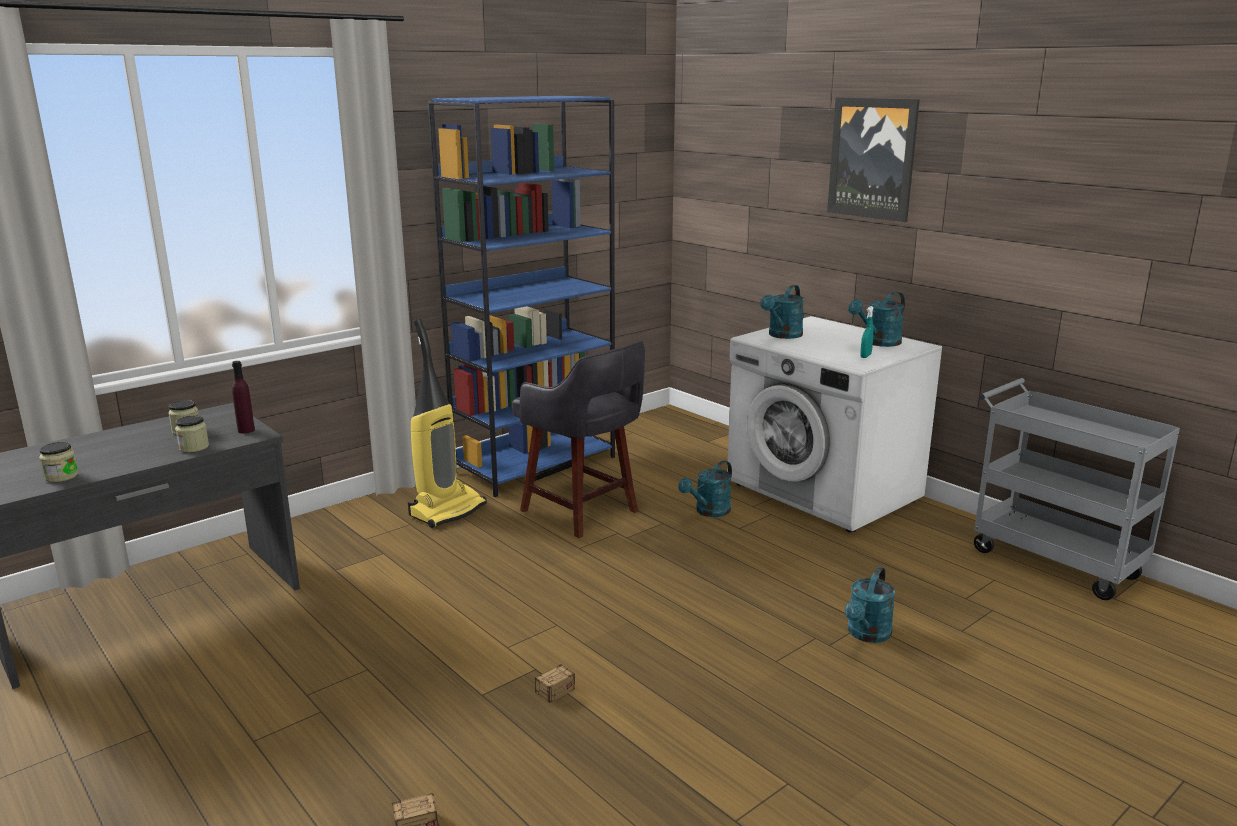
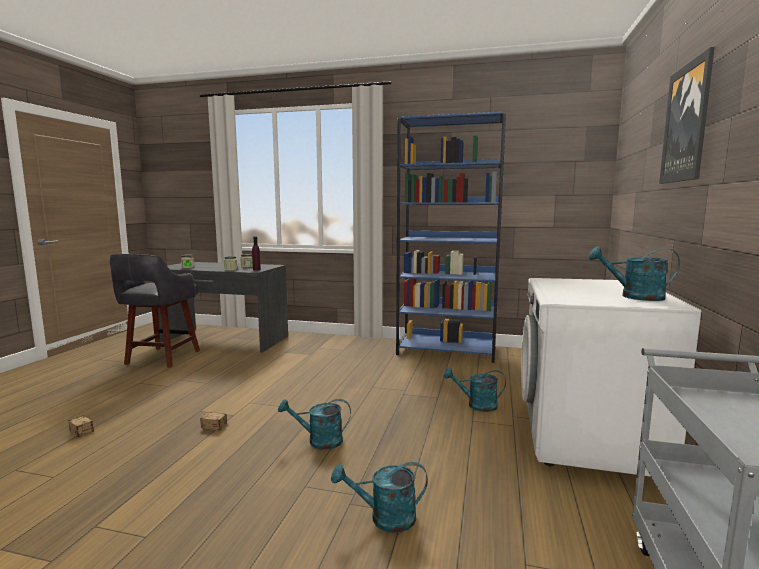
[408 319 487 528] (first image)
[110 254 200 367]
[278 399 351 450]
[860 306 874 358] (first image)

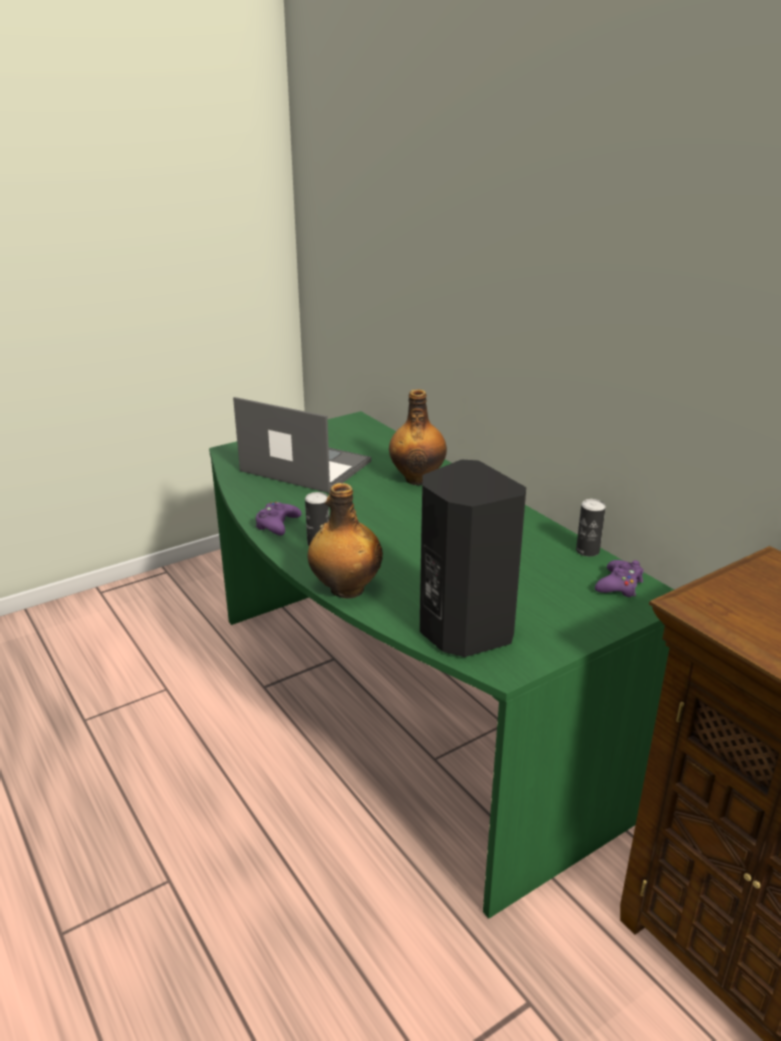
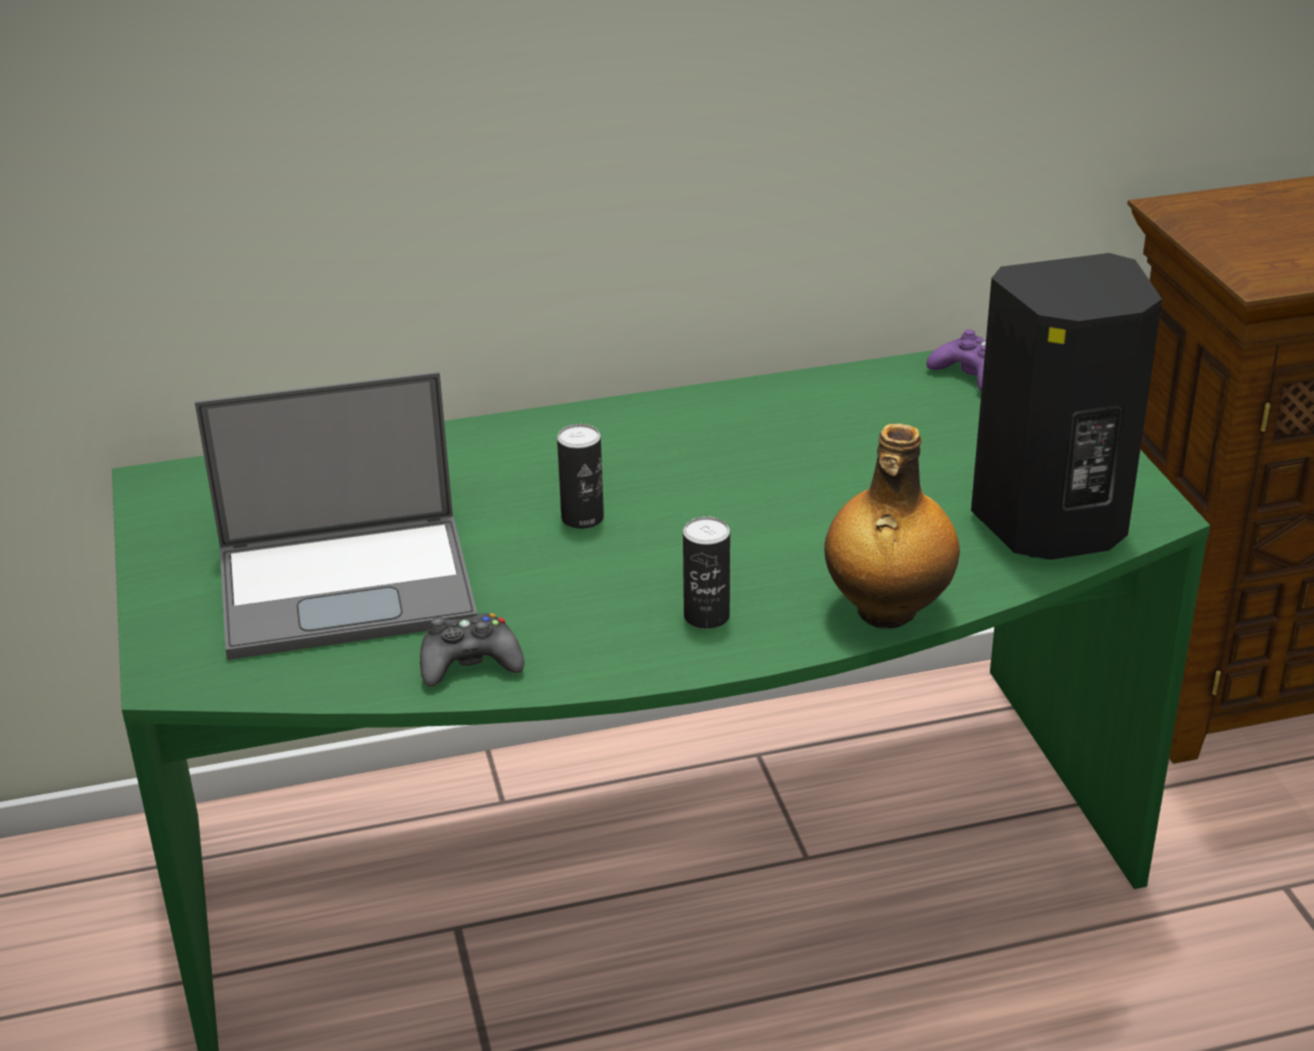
[195 372 478 660]
[256 502 301 535] (first image)
[389 389 447 485] (first image)
[557 424 604 529]
[420 613 524 687]

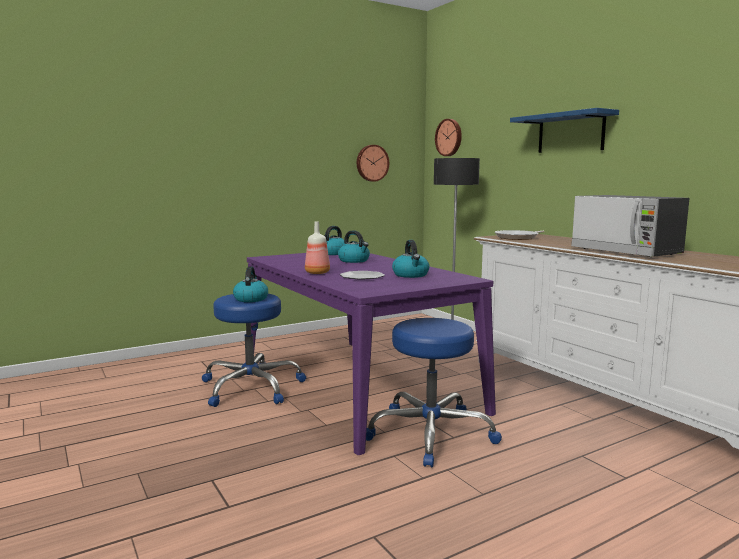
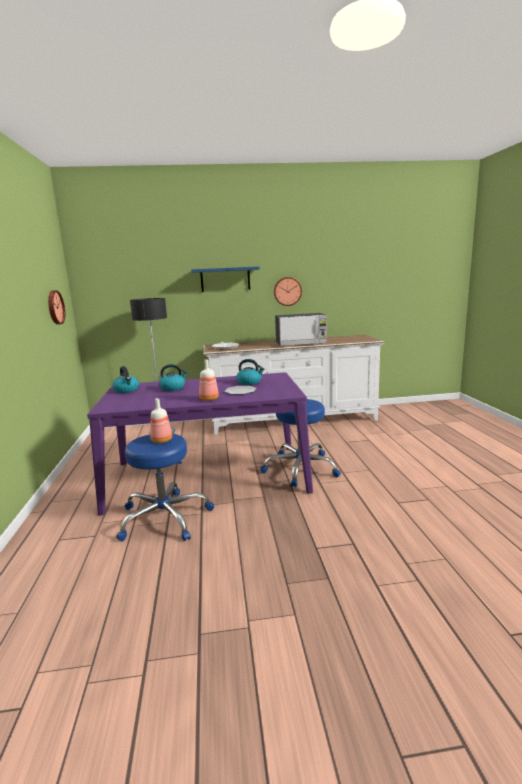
[150 398 172 443]
[274 277 302 306]

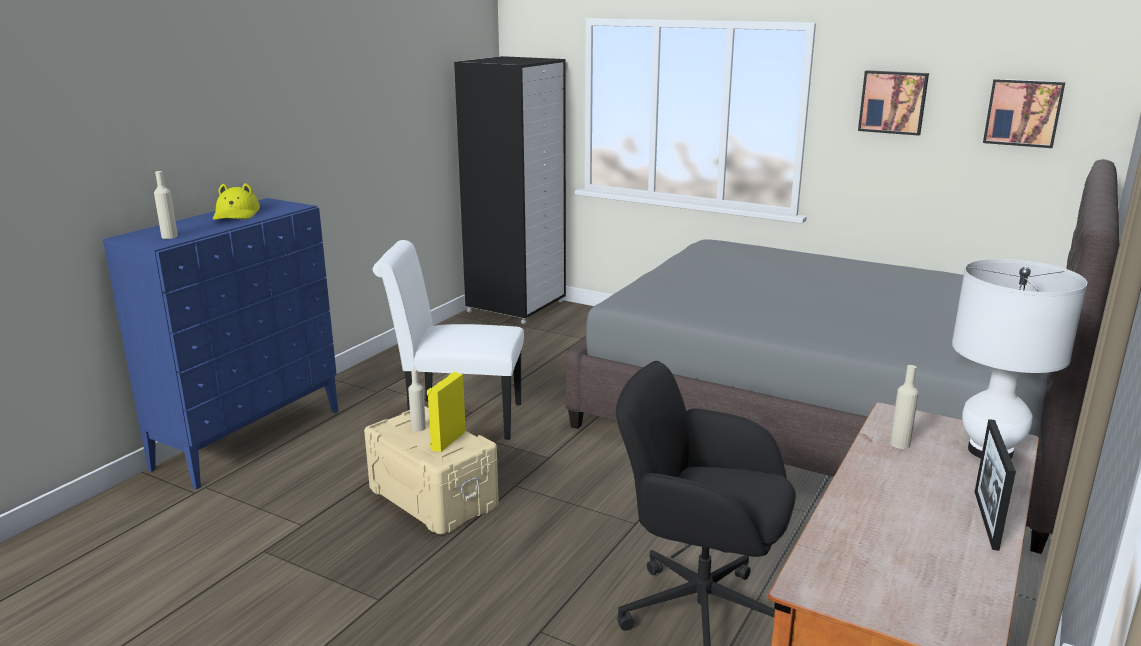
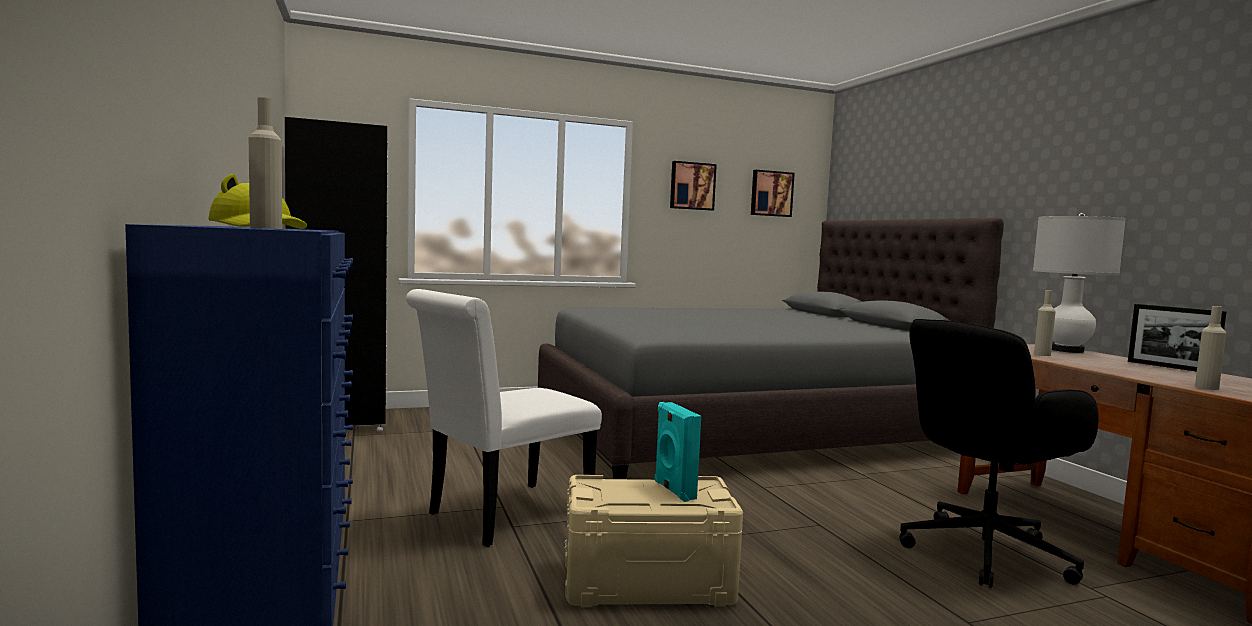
[1195 306 1226 390]
[654 402 701 502]

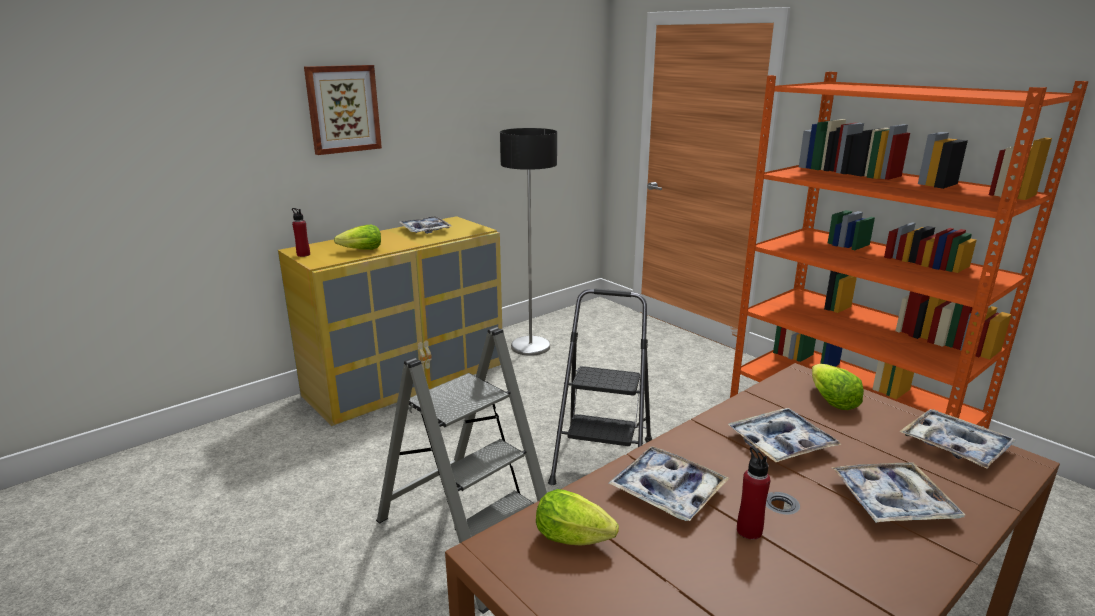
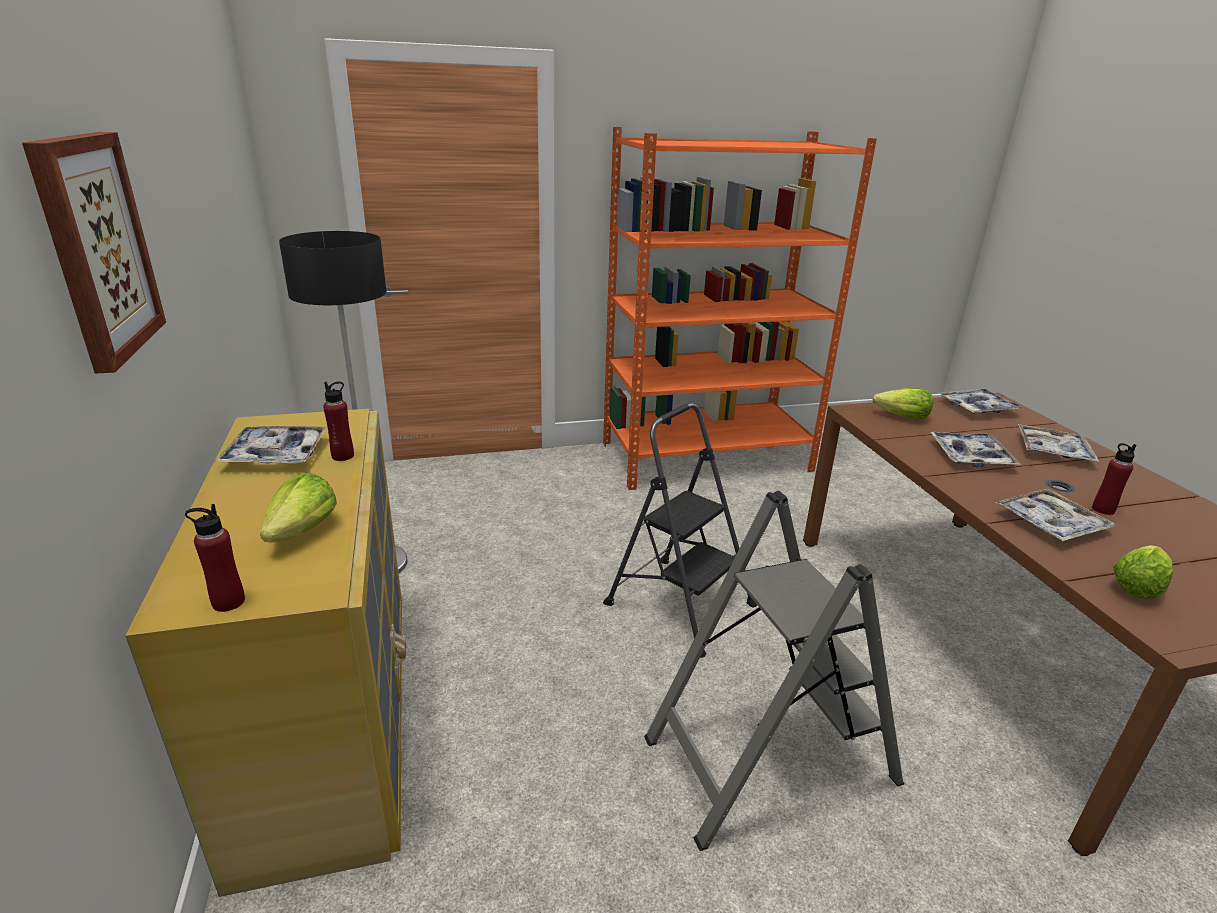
[323 382 354 461]

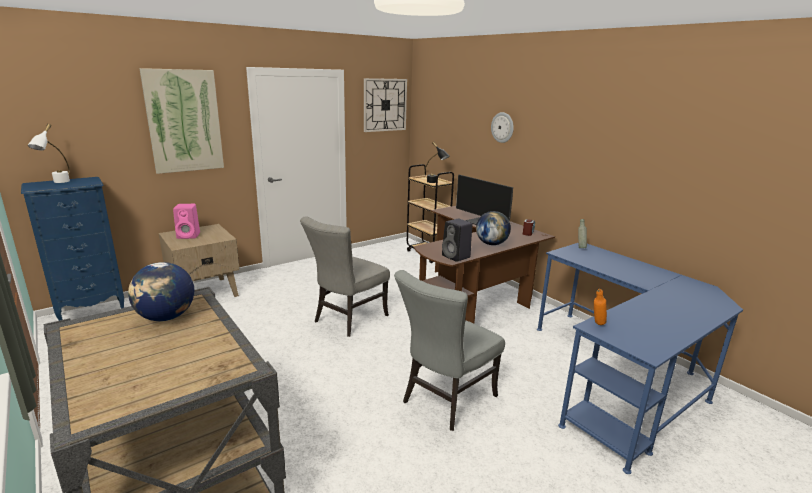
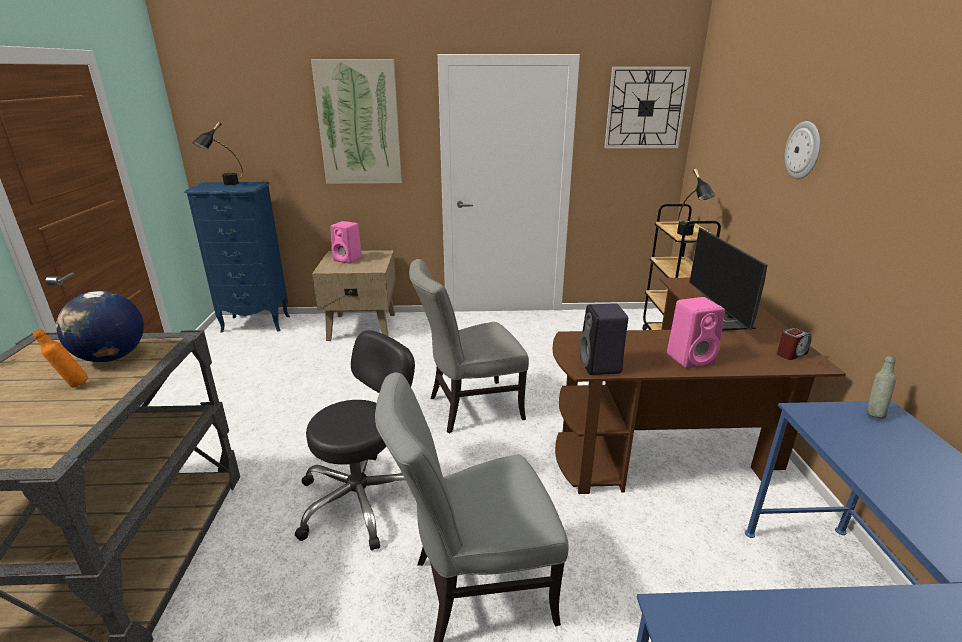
[193 122 243 185]
[667 297 725 368]
[33 329 88 388]
[295 330 415 550]

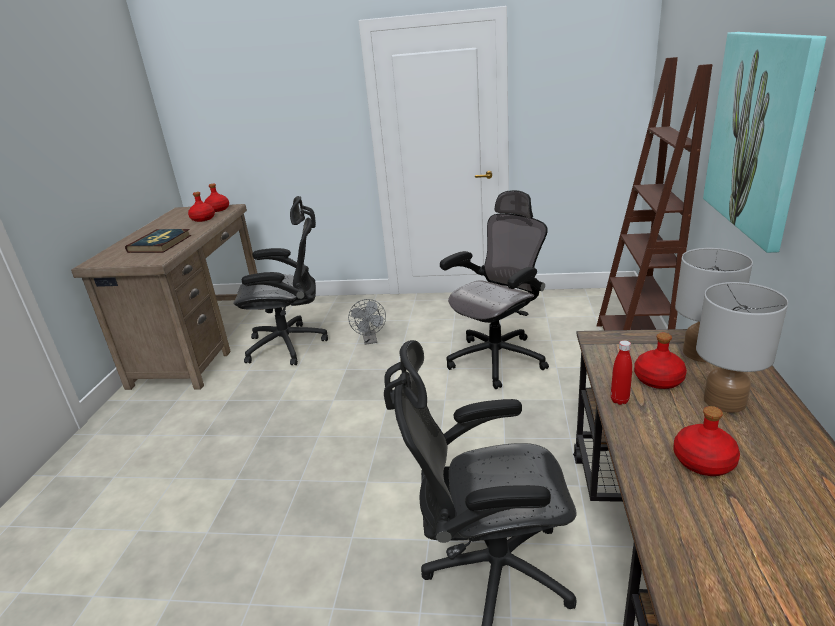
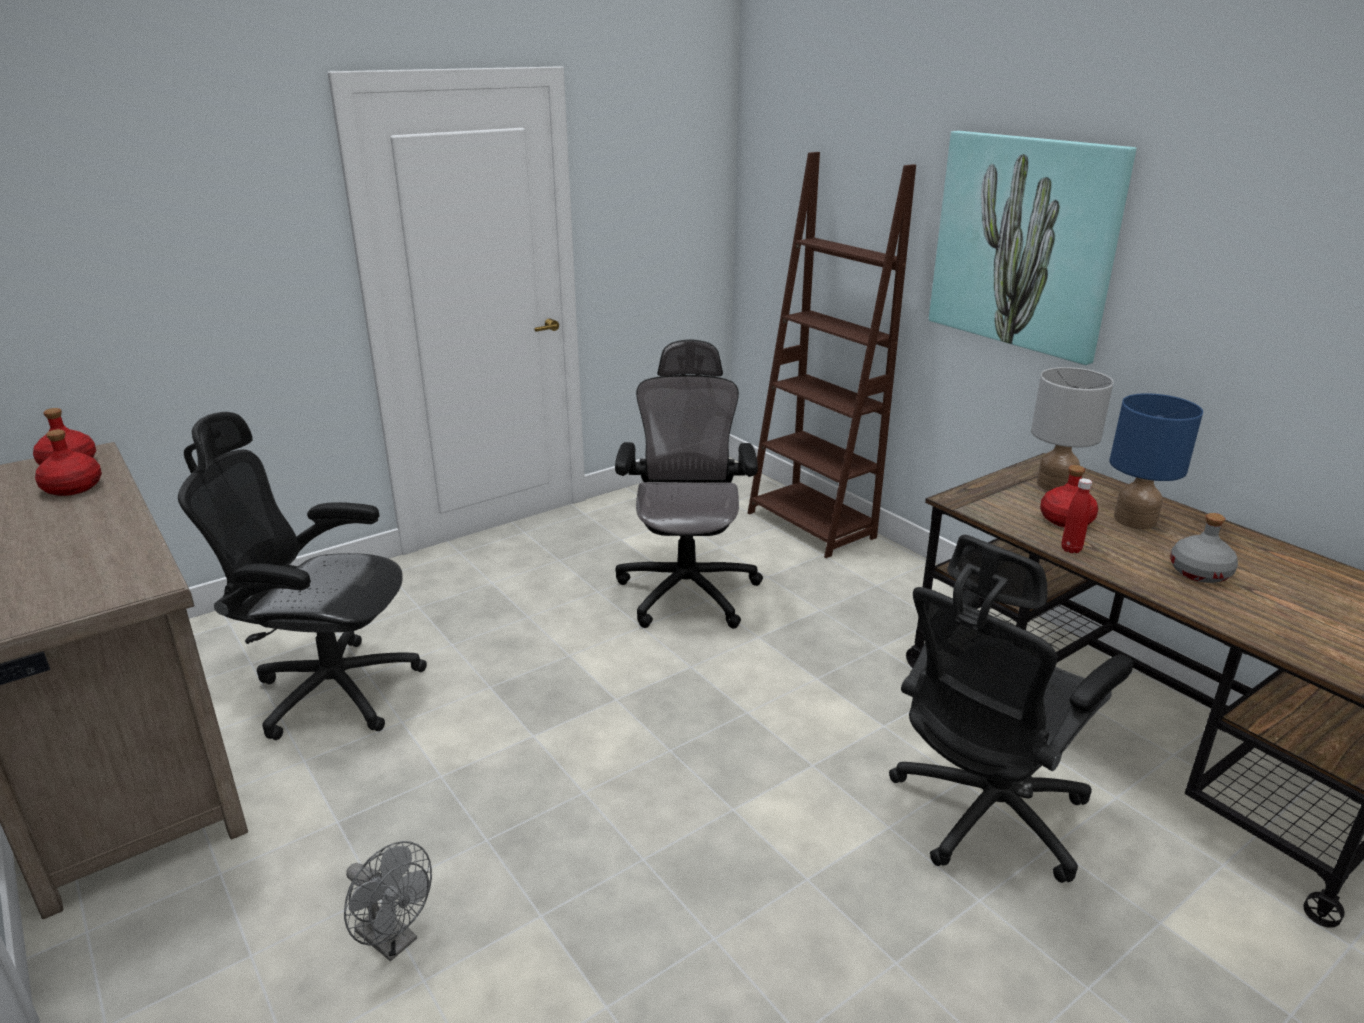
[125 229 191 253] (first image)
[178 412 427 740]
[344 841 432 961]
[1170 513 1238 583]
[1109 393 1203 529]

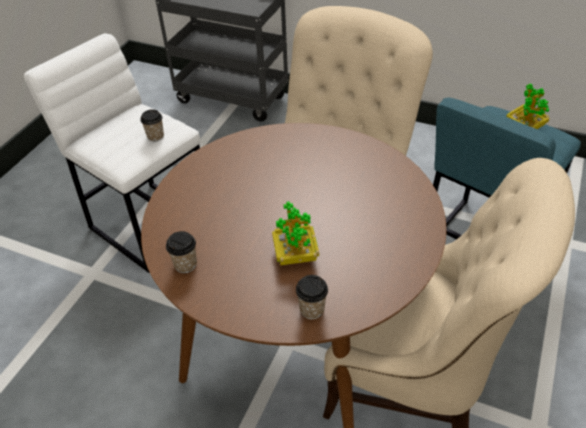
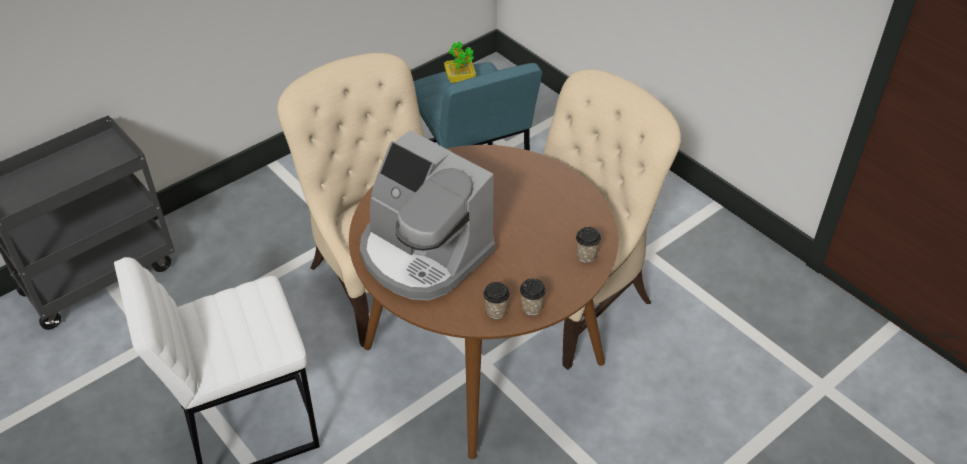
[520 278 546 315]
[272 201 319 265] (first image)
[360 130 495 300]

